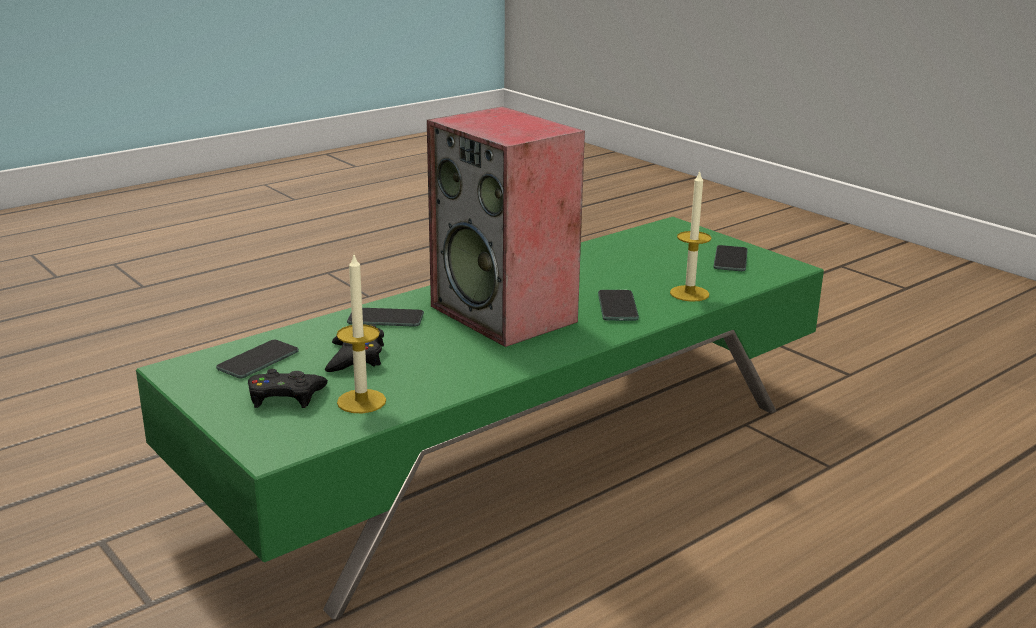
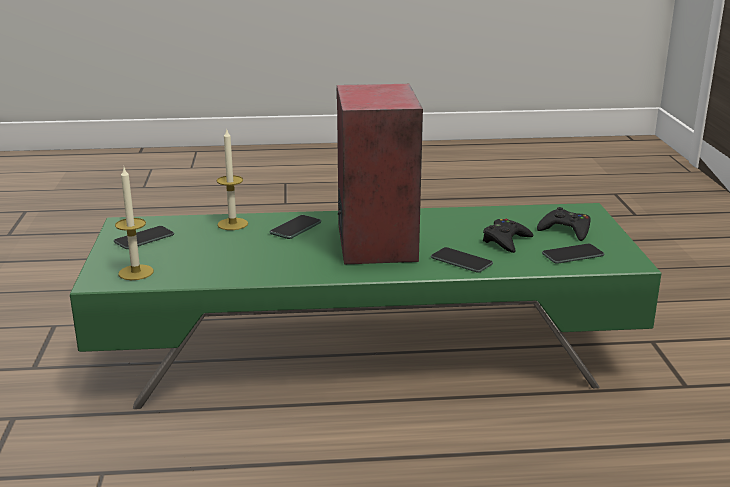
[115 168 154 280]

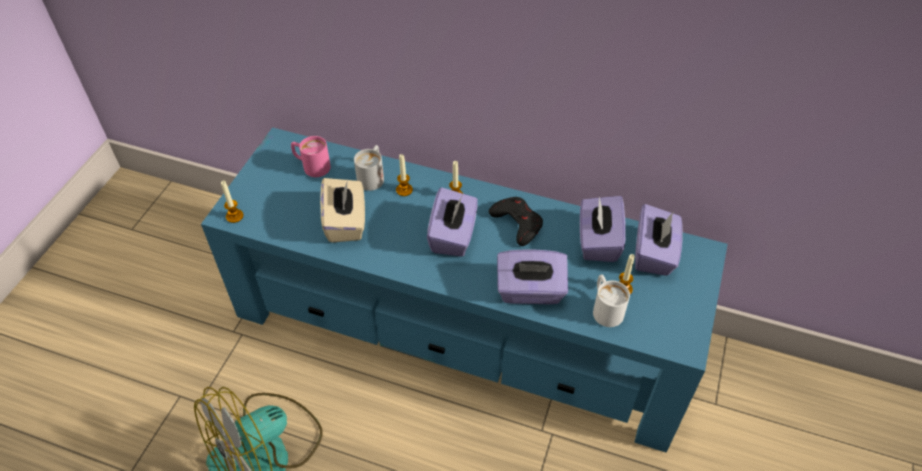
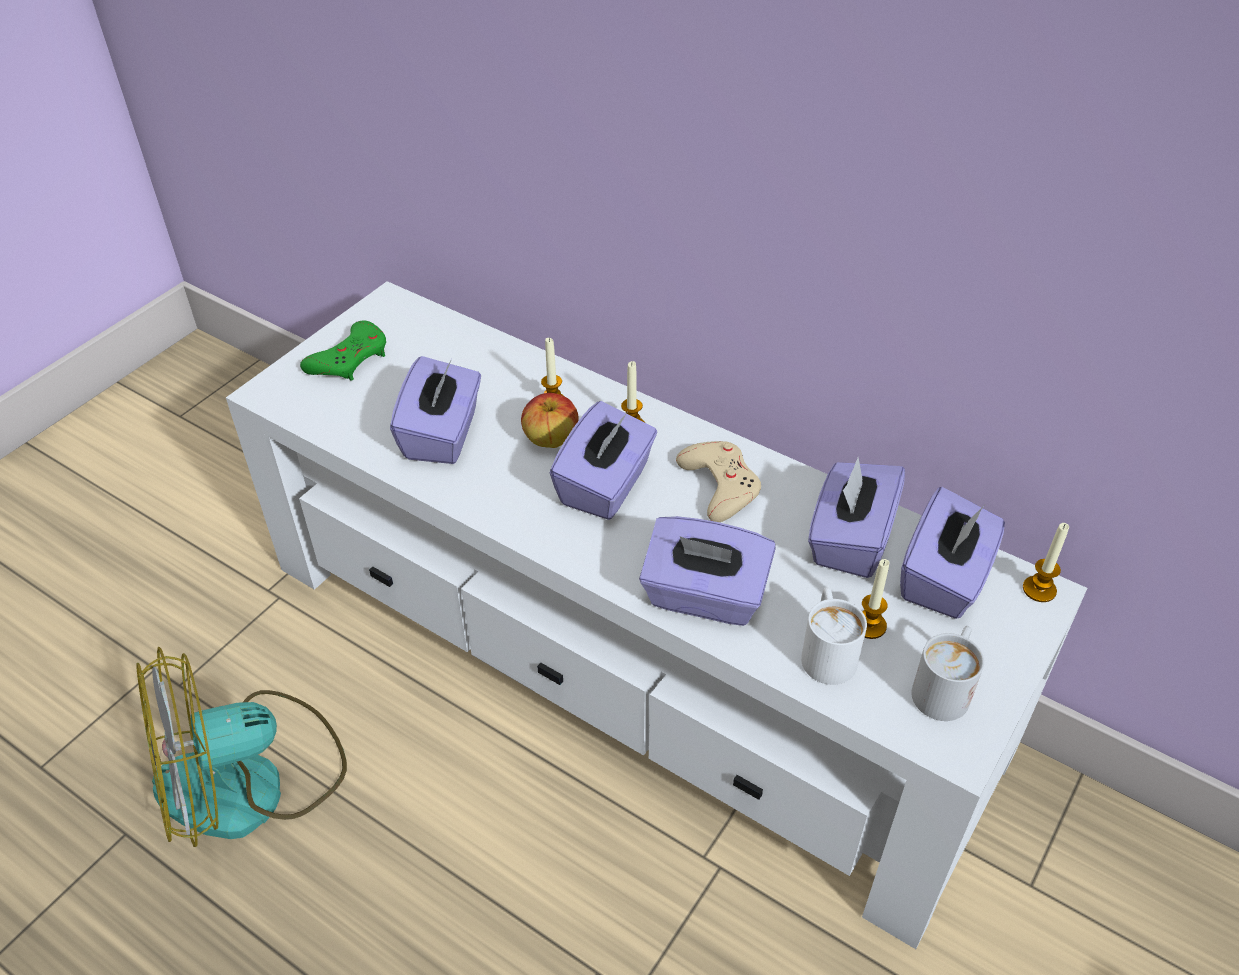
[226 281 1087 949]
[1023 523 1069 602]
[291 136 331 177] (first image)
[390 356 481 464]
[911 626 984 721]
[676 441 761 522]
[300 320 386 381]
[521 393 579 448]

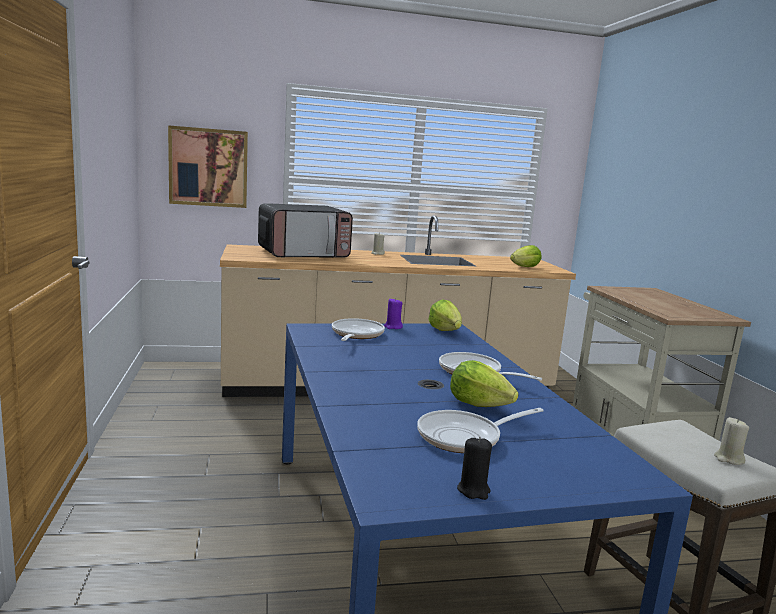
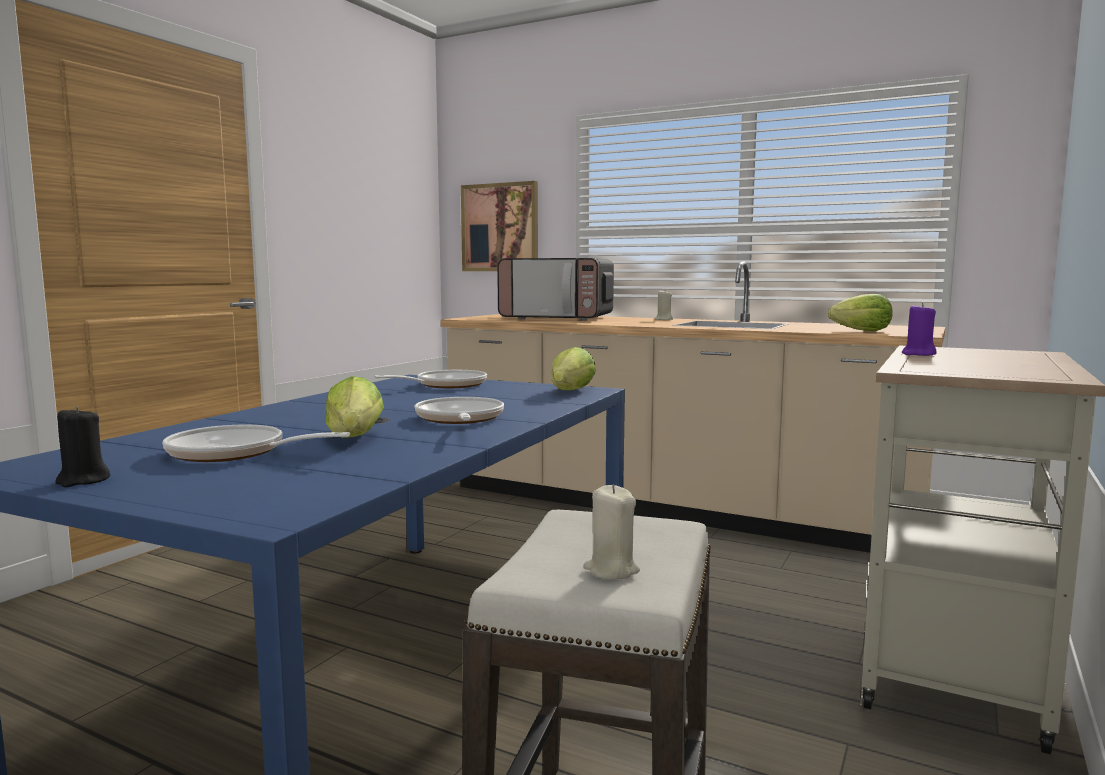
[902 303 937 356]

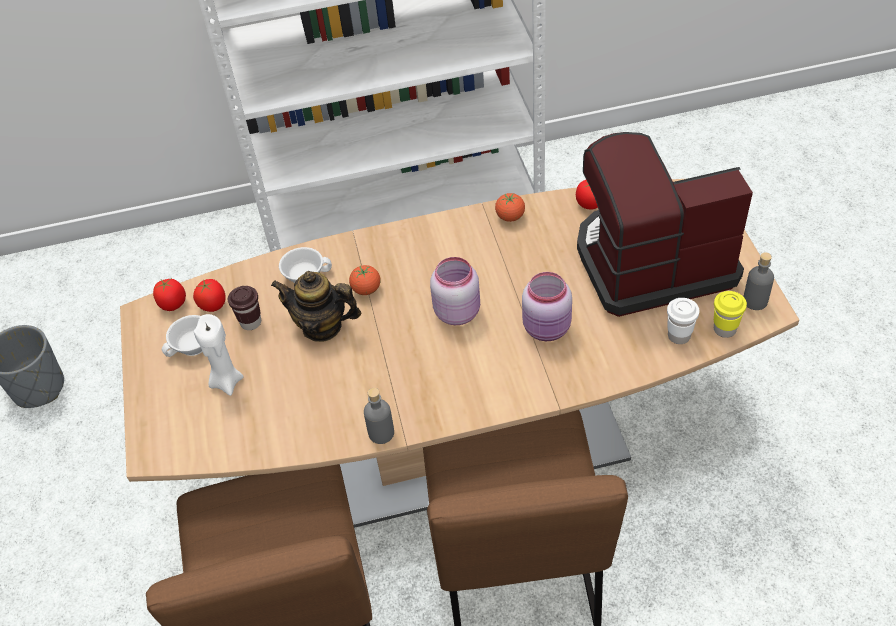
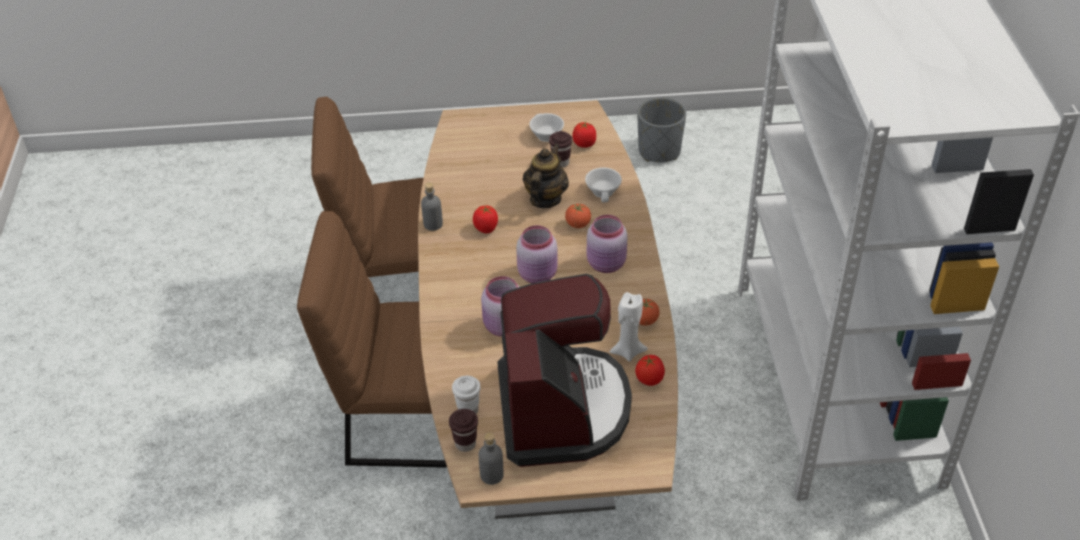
[473 206 498 233]
[610 292 648 362]
[449 409 478 452]
[587 215 628 273]

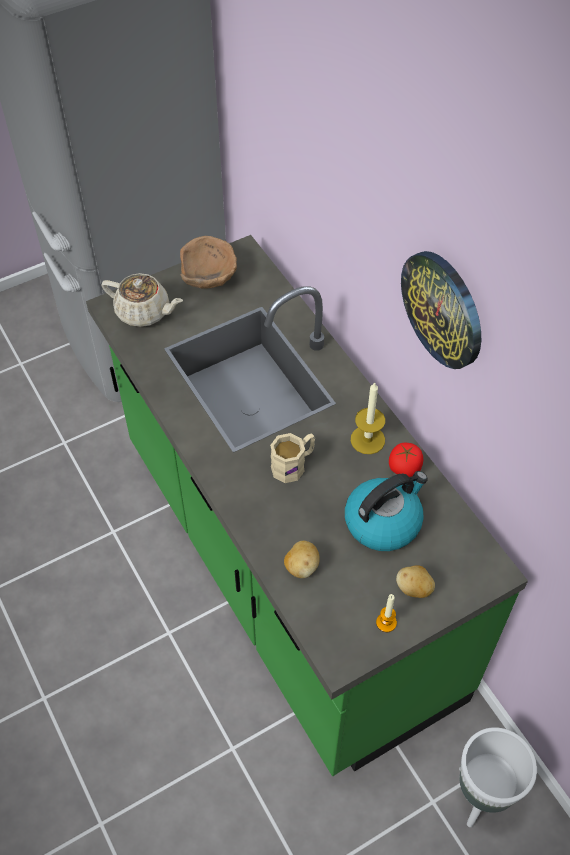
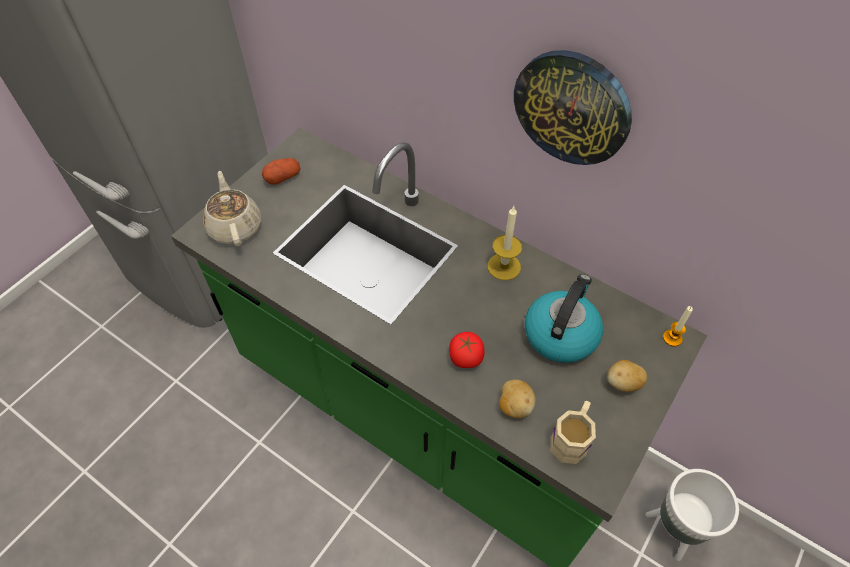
[203 171 261 247]
[262 158 301 185]
[550 401 596 464]
[663 306 693 346]
[449 332 484 368]

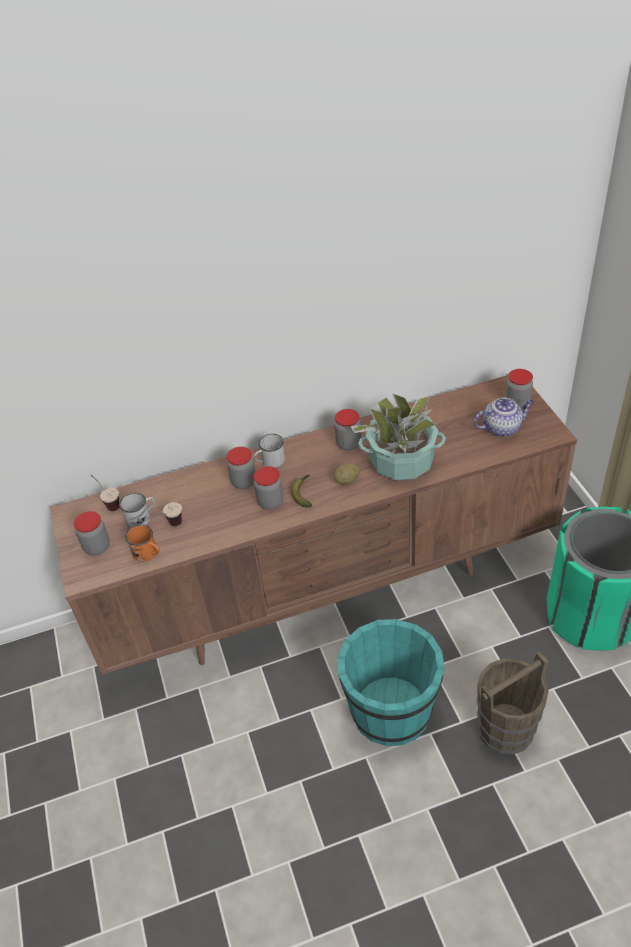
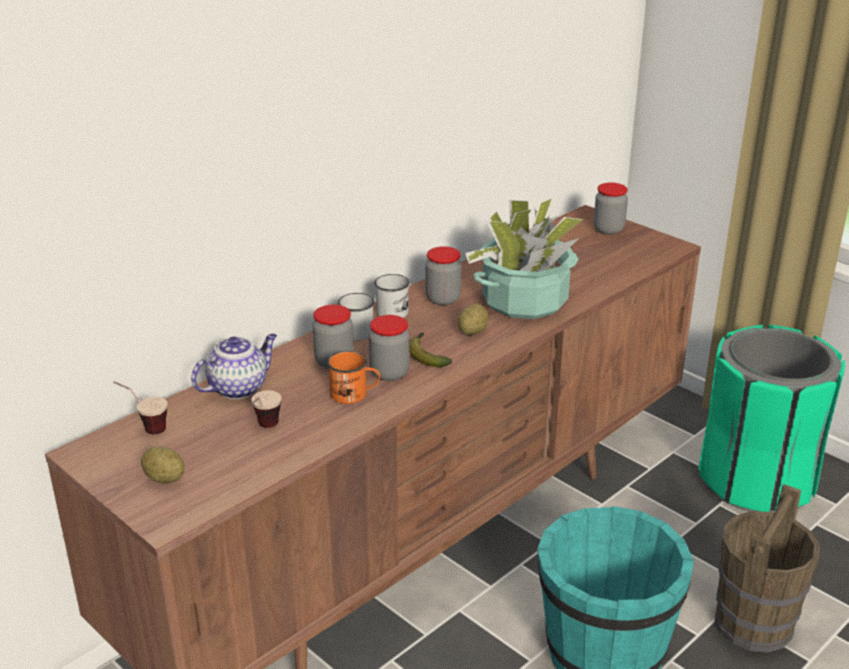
[141 447 185 483]
[374 274 410 318]
[327 351 380 404]
[191 334 277 399]

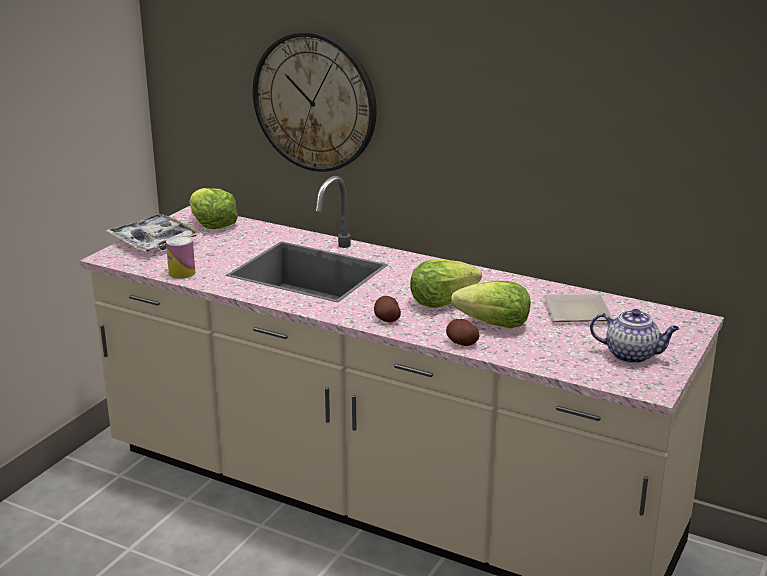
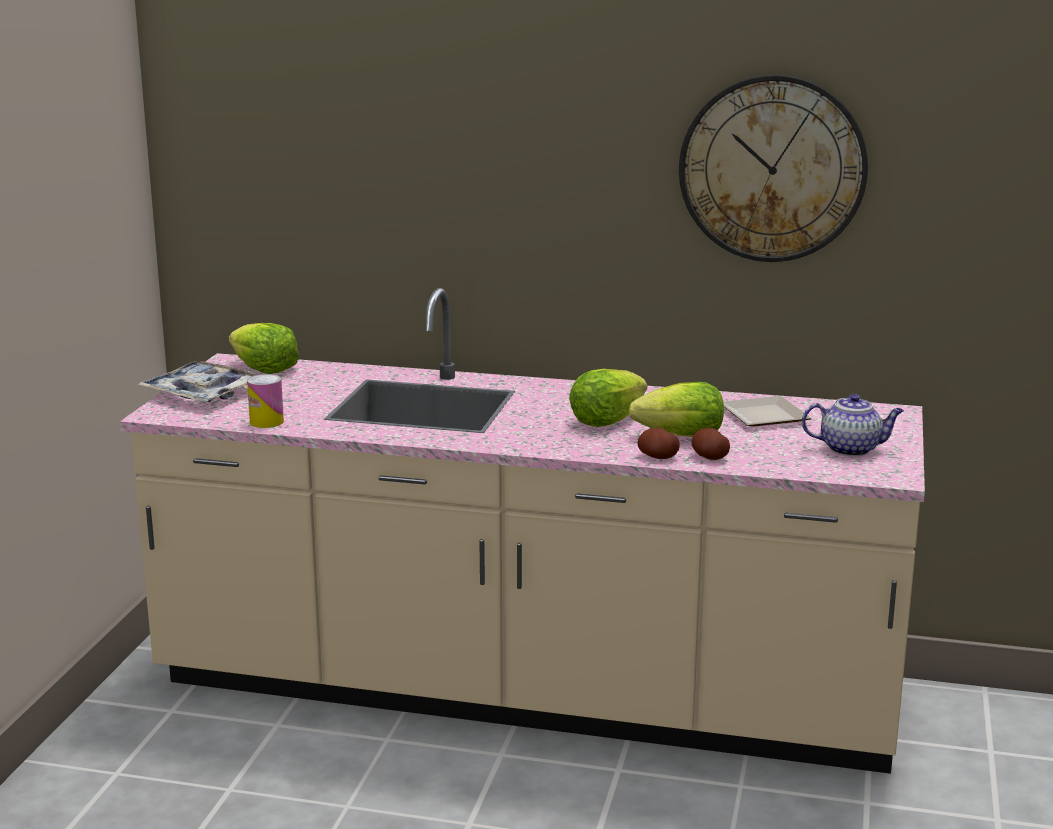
[679 74 868 262]
[692 428 730 460]

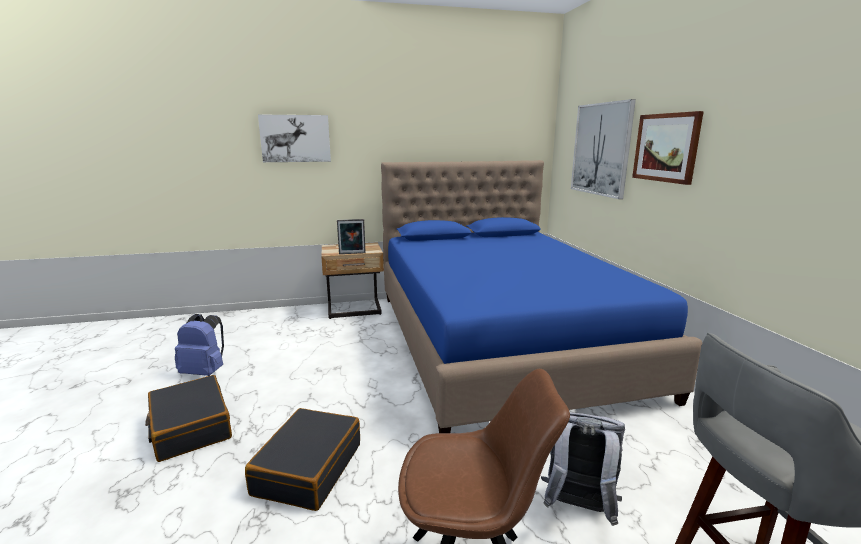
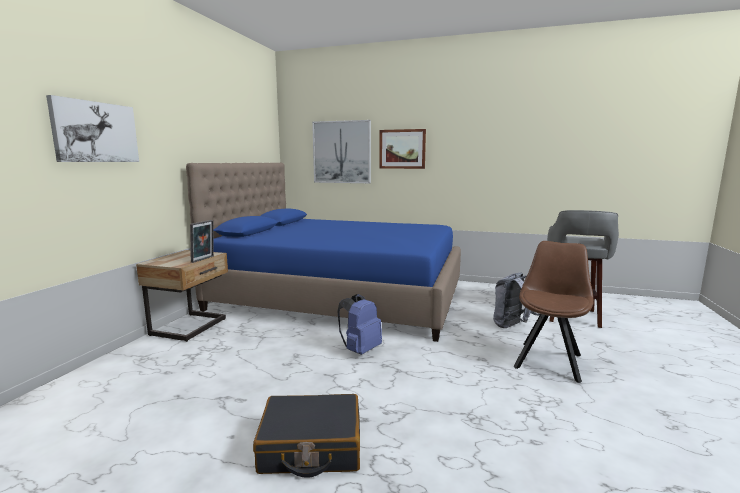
[337 294 382 355]
[245 408 360 511] (first image)

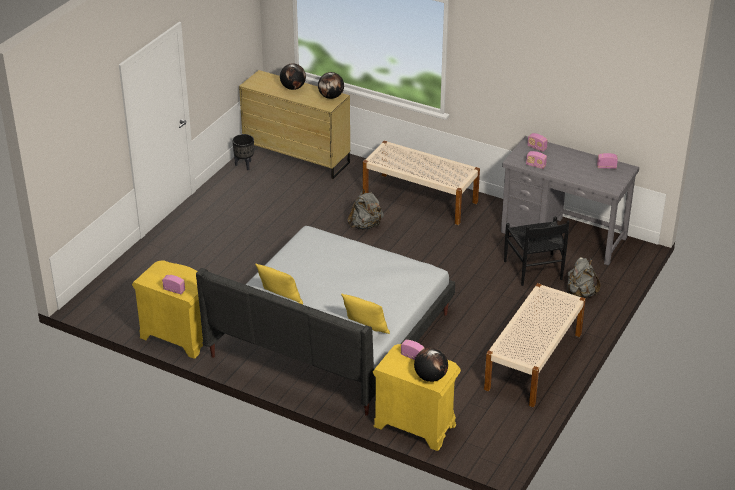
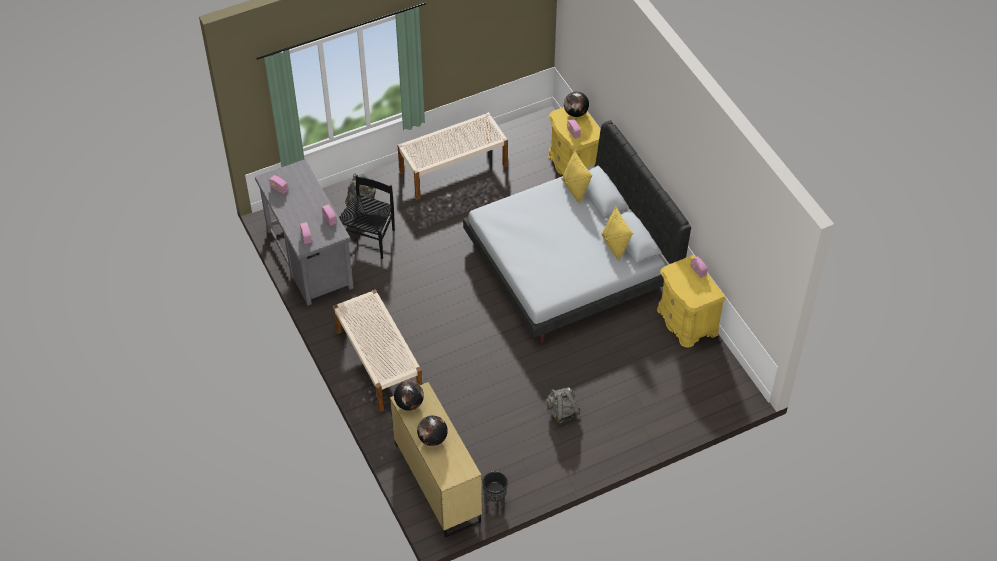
[545 387 581 423]

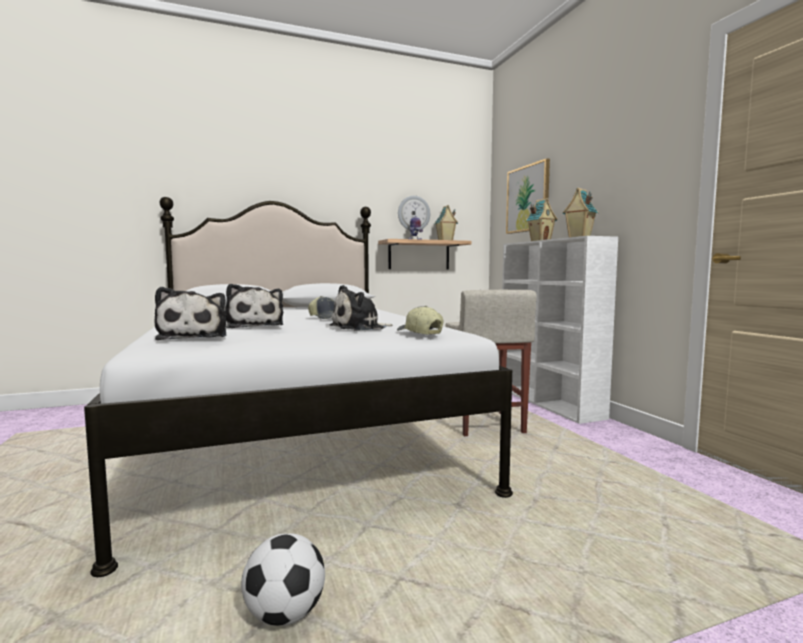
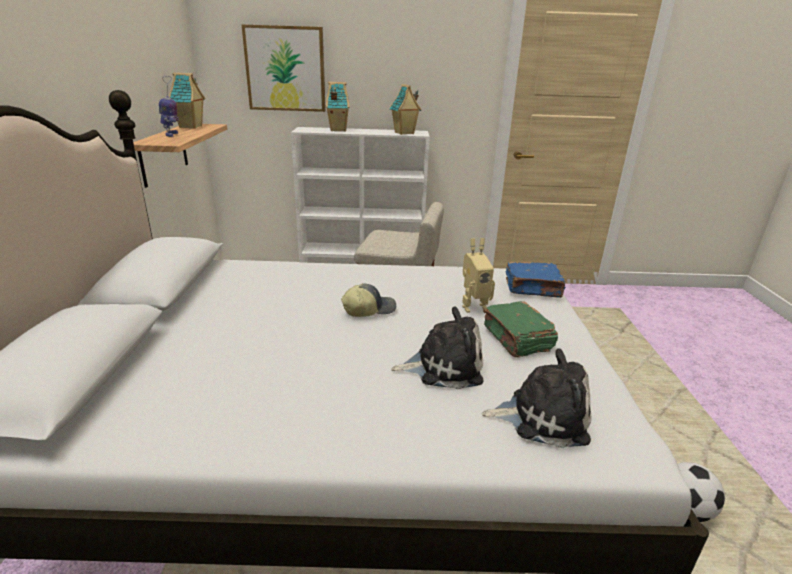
[462 238 495 313]
[505 262 566 298]
[398 196 430 231] (first image)
[483 301 558 357]

